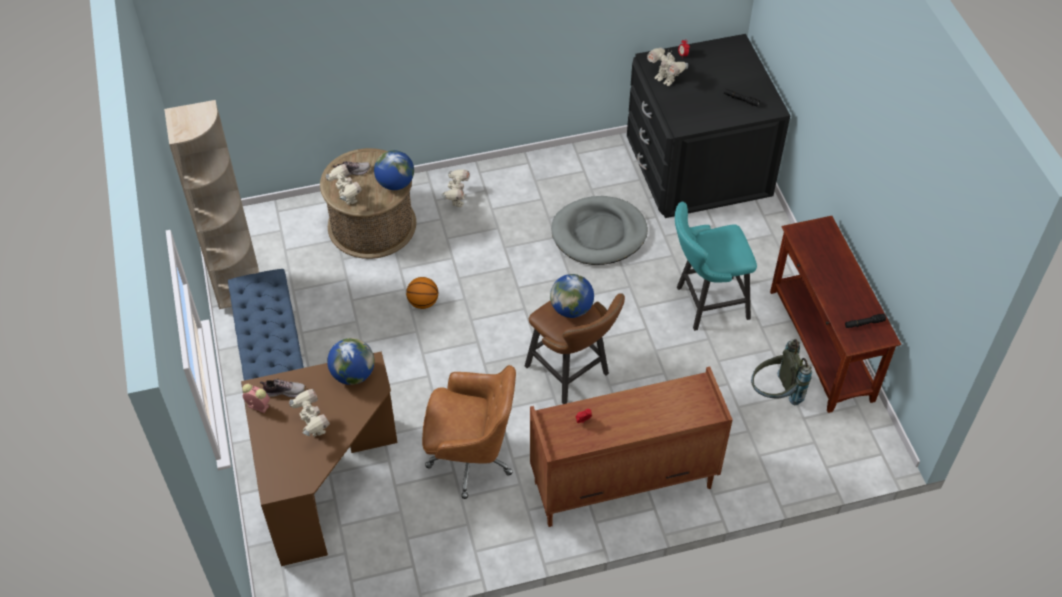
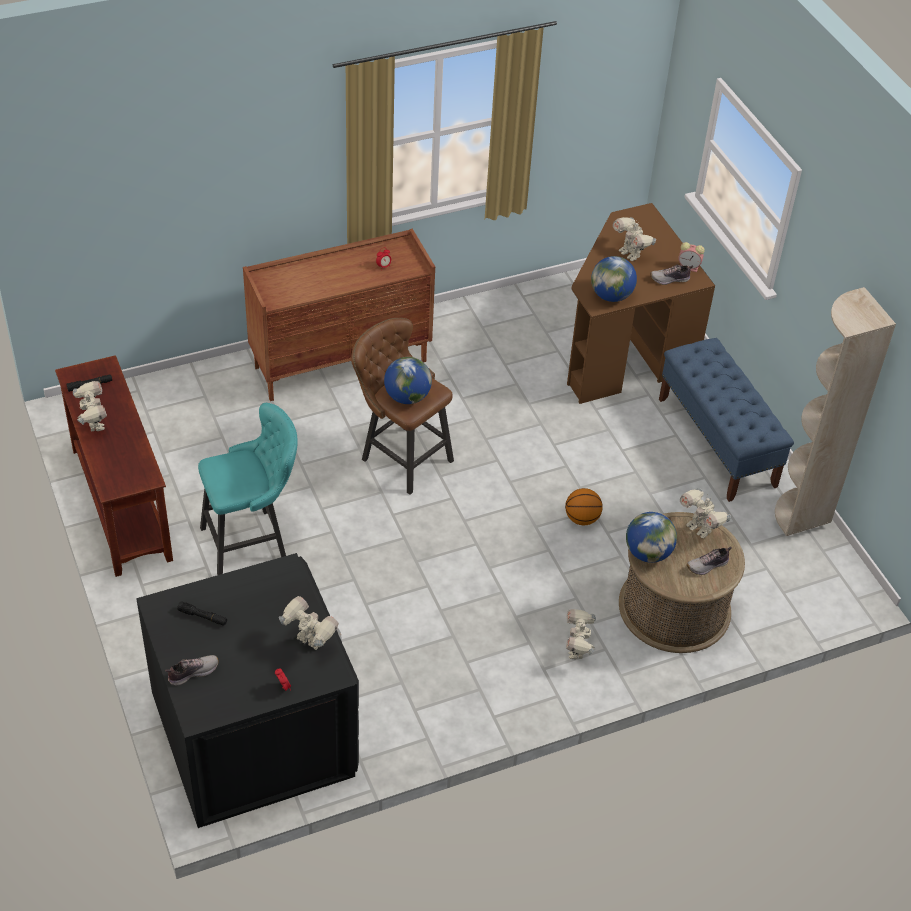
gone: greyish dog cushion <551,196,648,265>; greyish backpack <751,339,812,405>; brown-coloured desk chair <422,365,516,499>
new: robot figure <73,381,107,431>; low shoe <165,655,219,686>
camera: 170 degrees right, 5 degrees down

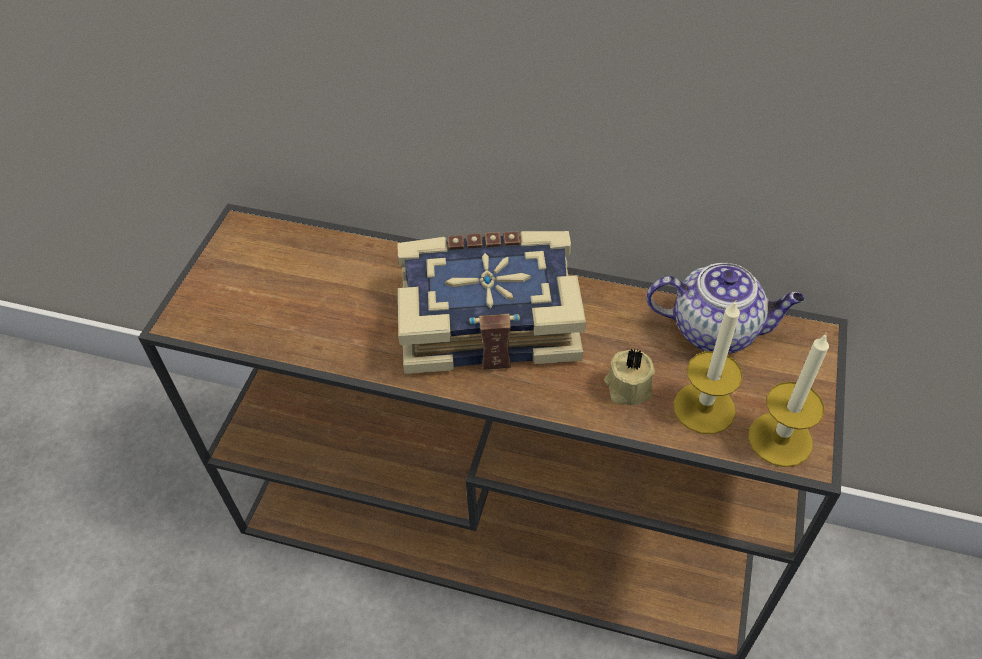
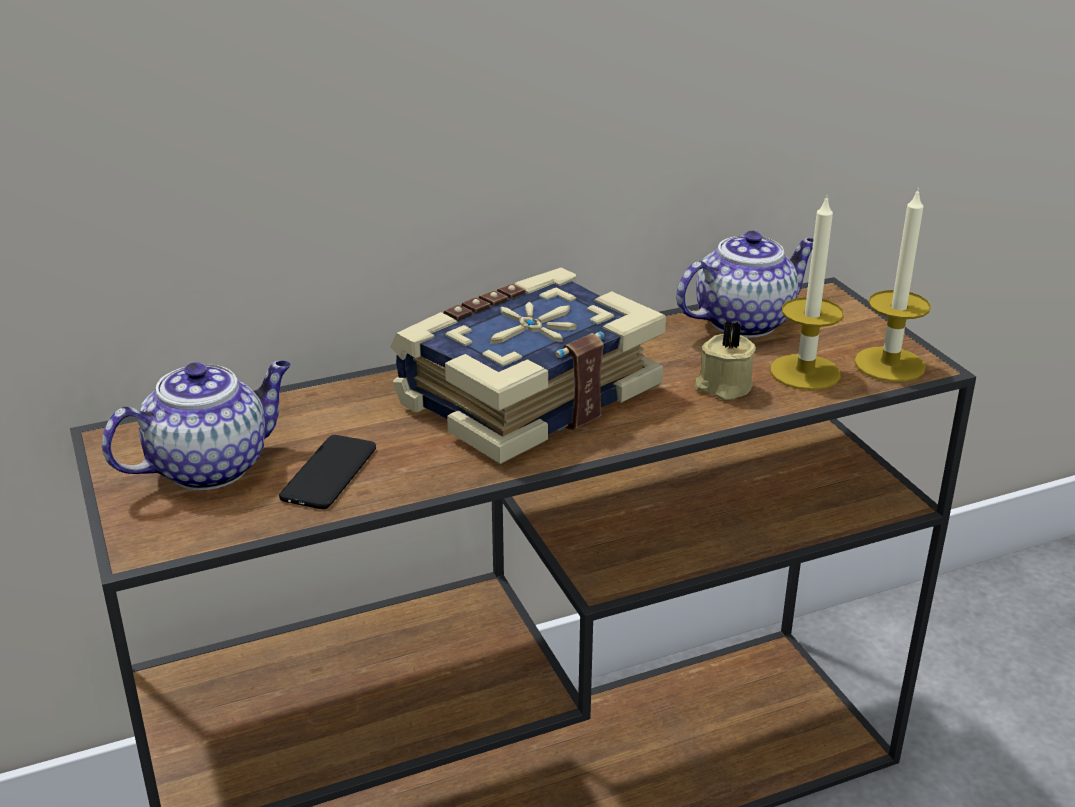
new: tea pot <102,361,291,490>; phone <279,435,376,509>
camera: 40 degrees left, 20 degrees down

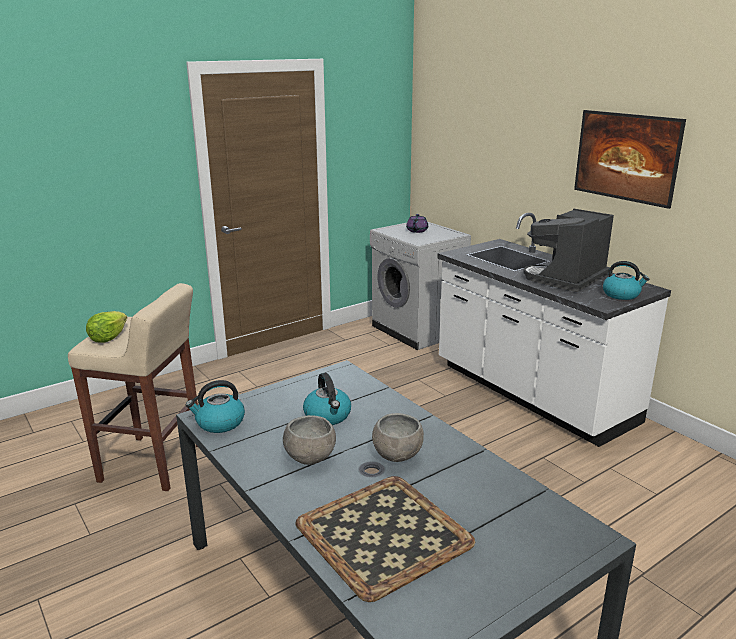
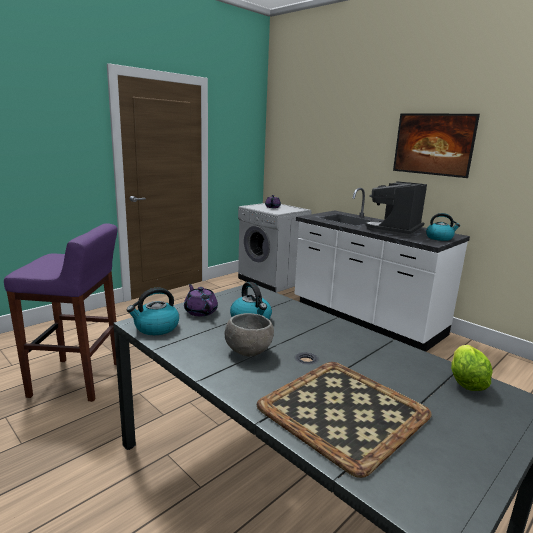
gone: greyish deep dish <372,413,424,462>
new: purple-coloured tea pot <184,284,218,316>
shifted: lettuce <86,311,127,342> to <451,345,493,391>
repainted: beige stool seat <68,283,198,491> to purple-coloured stool seat <4,223,118,402>
camera: 10 degrees left, 5 degrees down

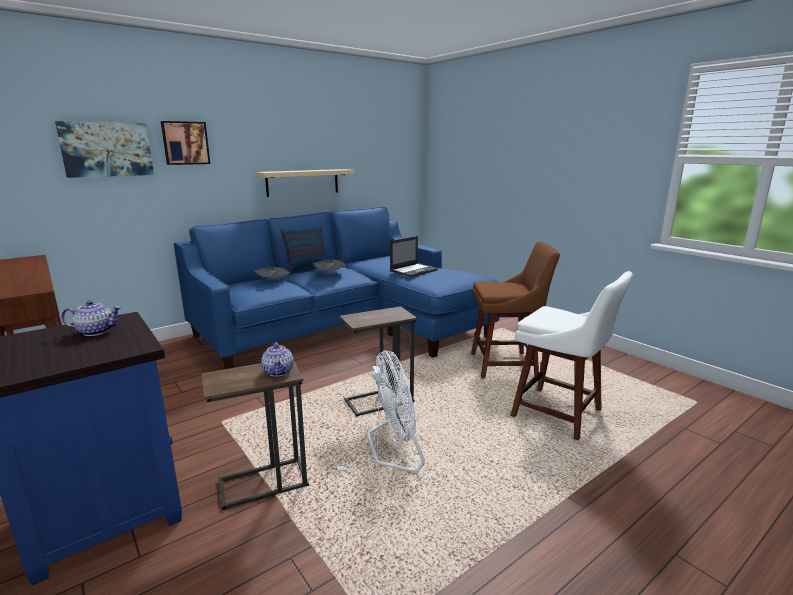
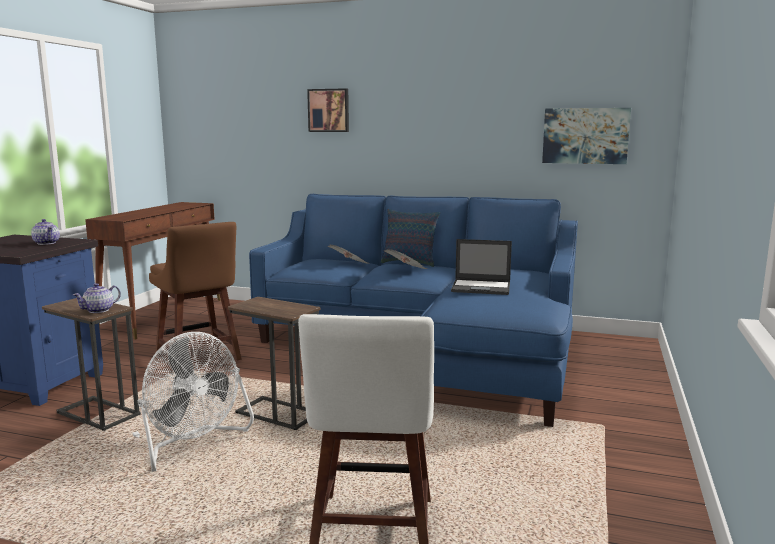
gone: beige shelf <256,169,354,197>
shifted: wall picture <55,121,154,178> to <542,108,631,164>; brown-coloured stool seat <471,241,560,378> to <149,222,242,360>
camera: 55 degrees right, 5 degrees down

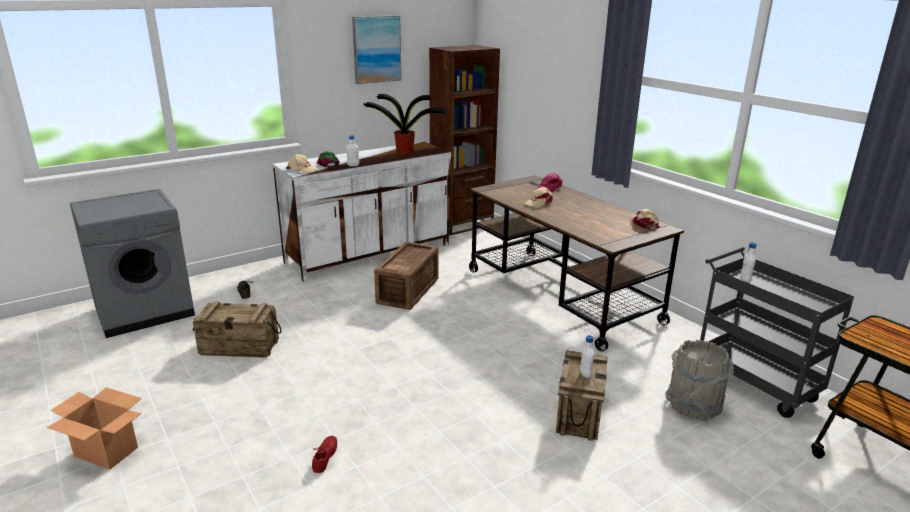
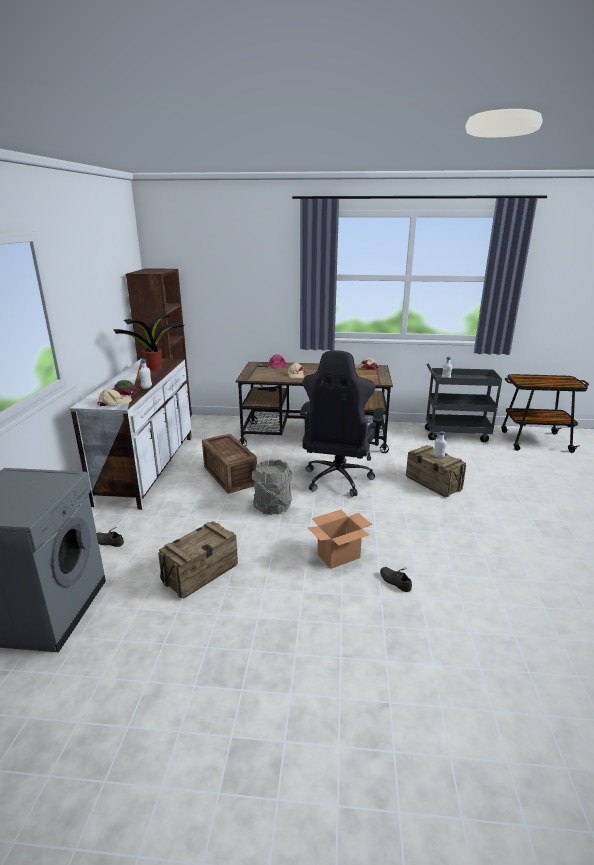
gone: wall picture <352,15,402,84>
new: black-coloured desk chair <300,350,384,497>
shifted: greyish pail <665,340,734,421> to <251,459,293,515>; carton <47,387,142,470> to <308,509,372,569>
repainted: red low shoe <312,436,337,473> to greyish low shoe <380,566,412,592>
camera: 50 degrees left, 0 degrees up

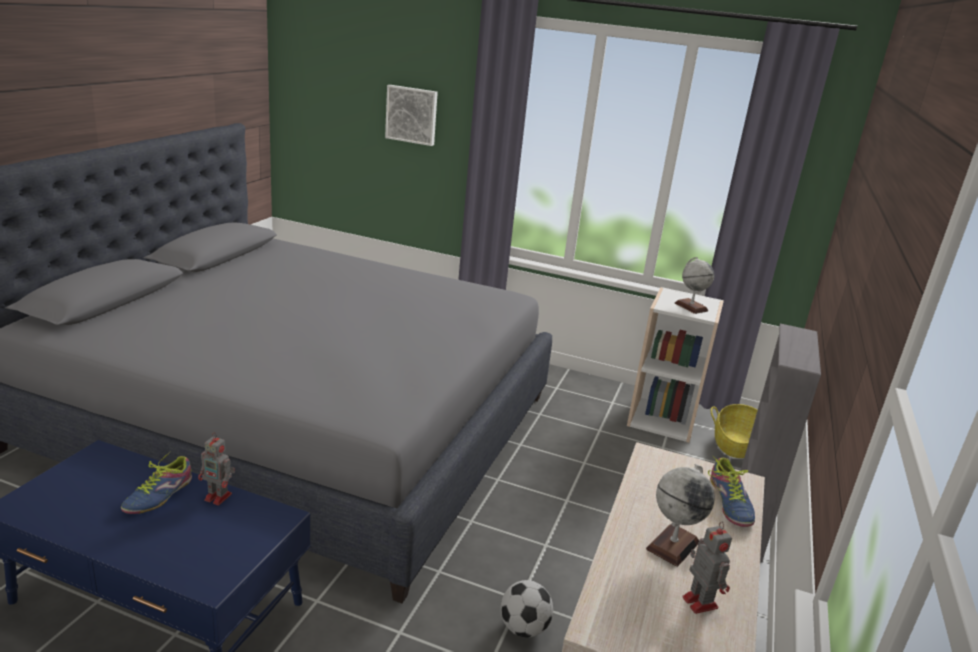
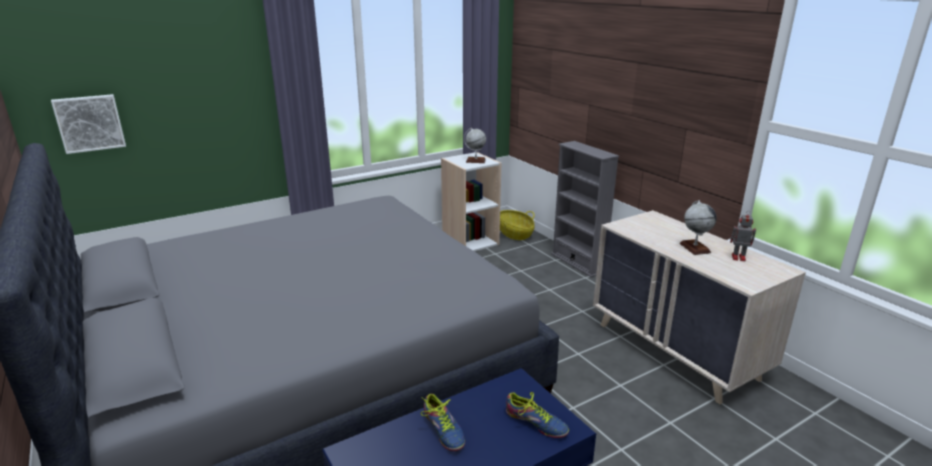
gone: robot figure <198,434,235,505>; football ball <501,580,553,637>
shifted: wall picture <385,85,438,146> to <51,94,126,154>; low shoe <708,456,755,527> to <506,392,569,438>
camera: 50 degrees left, 0 degrees up

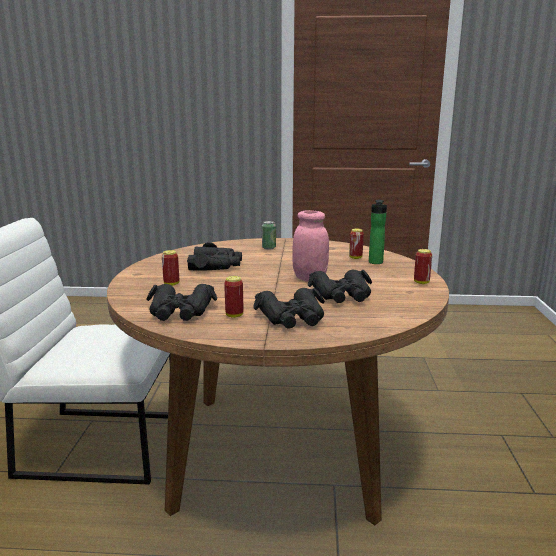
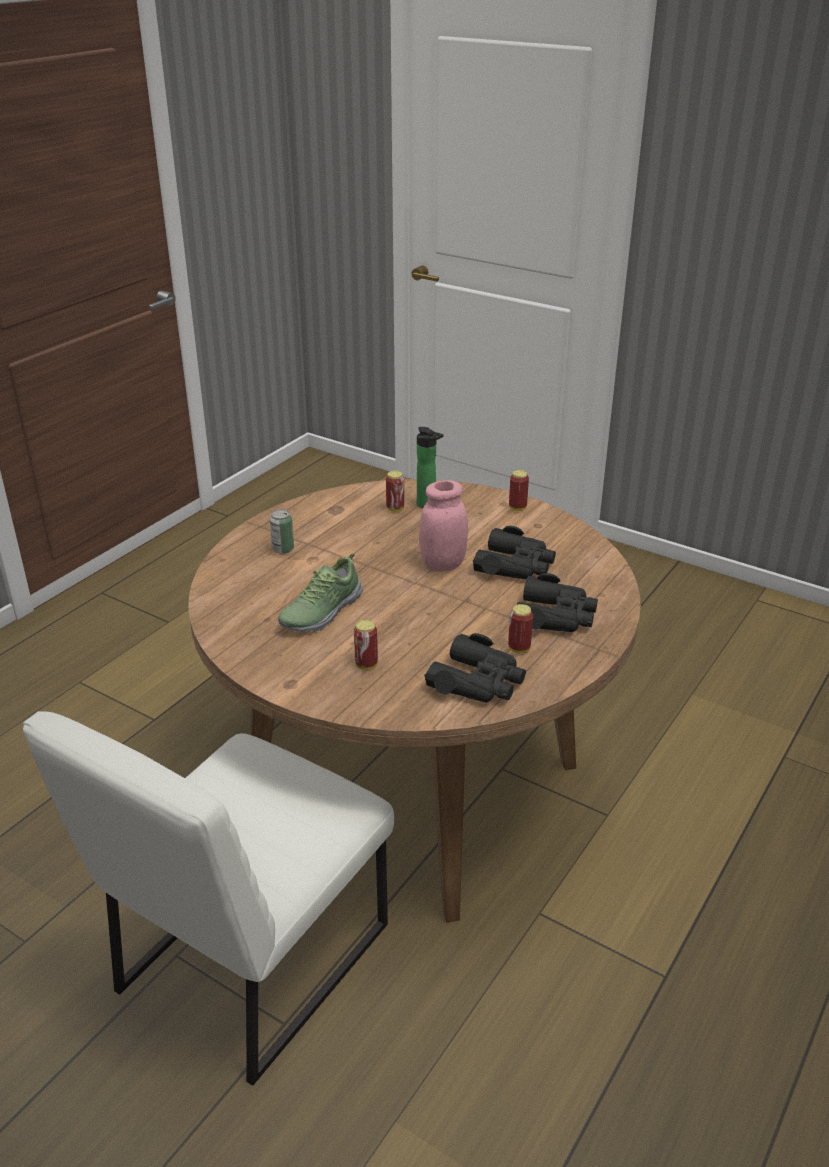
swapped: black-coloured binoculars <187,242,242,270> to low shoe <278,553,363,632>
camera: 60 degrees left, 15 degrees up

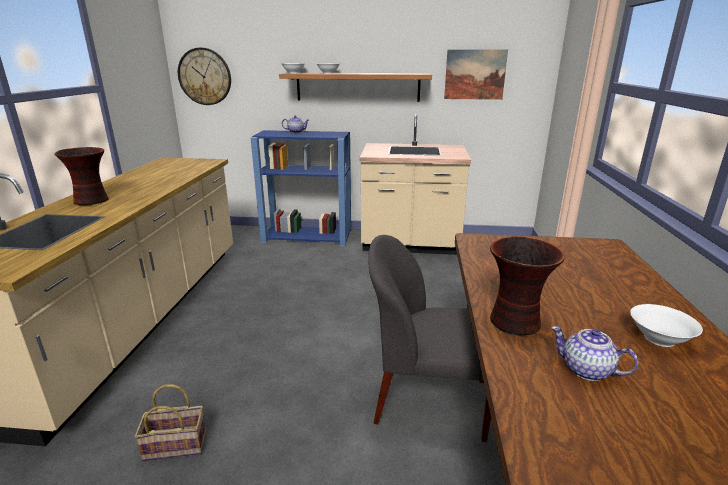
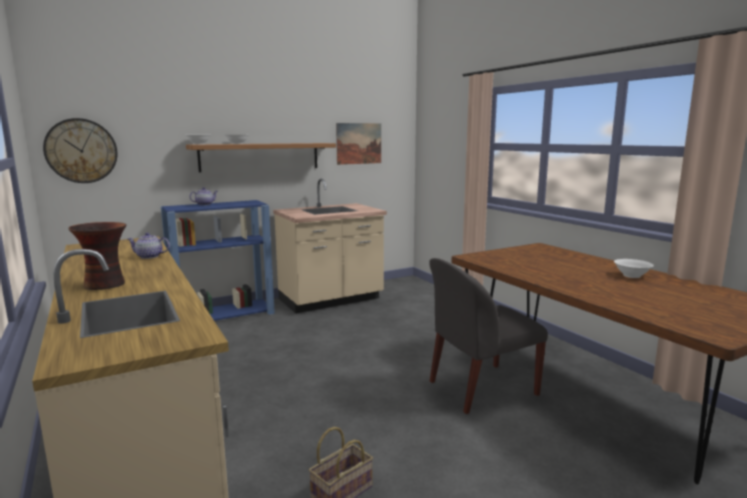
gone: vase <490,236,565,335>
shifted: tea pot <551,326,639,381> to <128,232,170,259>
camera: 35 degrees left, 10 degrees down

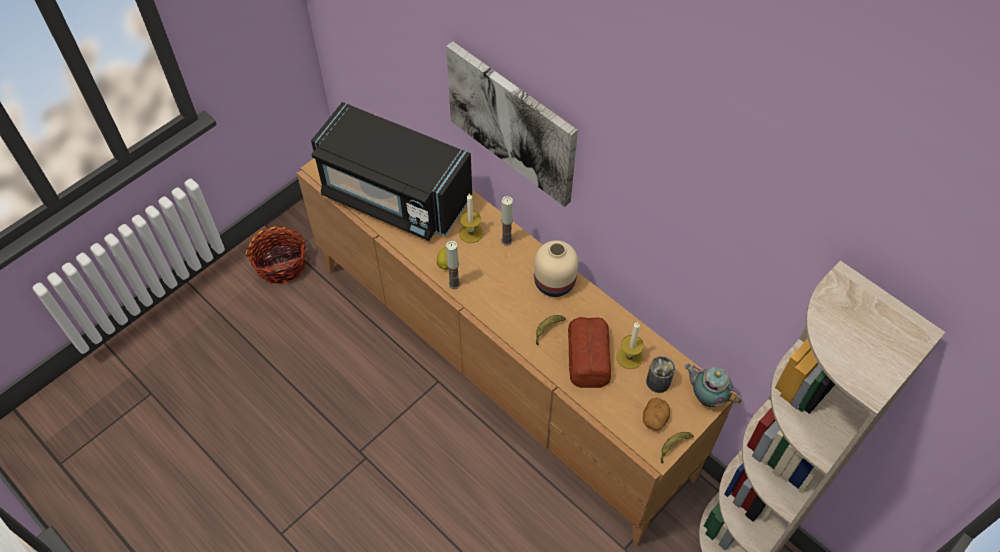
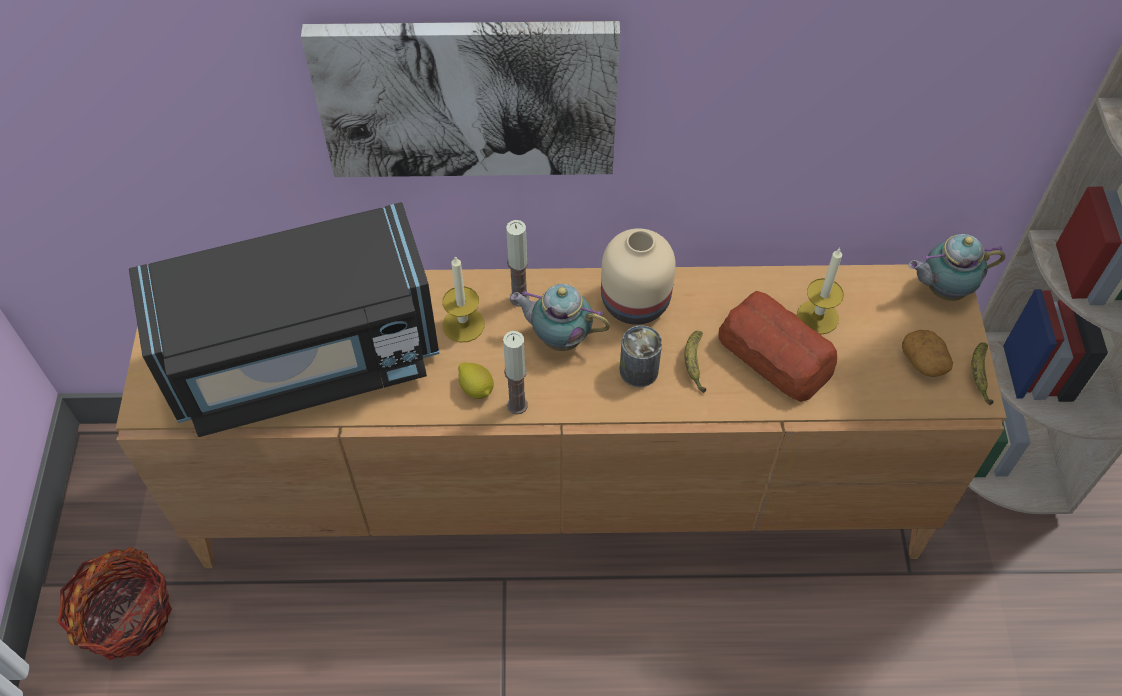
new: tea pot <511,284,610,351>
shifted: can <646,356,675,393> to <620,325,662,387>
camera: 45 degrees left, 0 degrees up

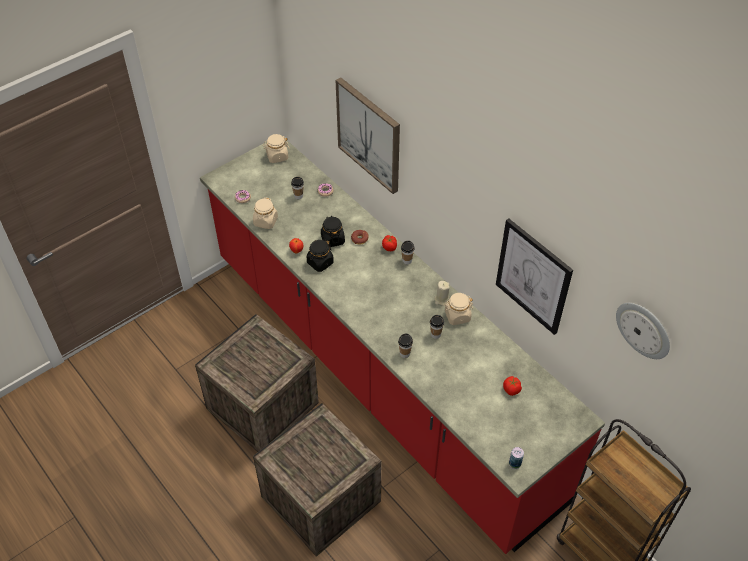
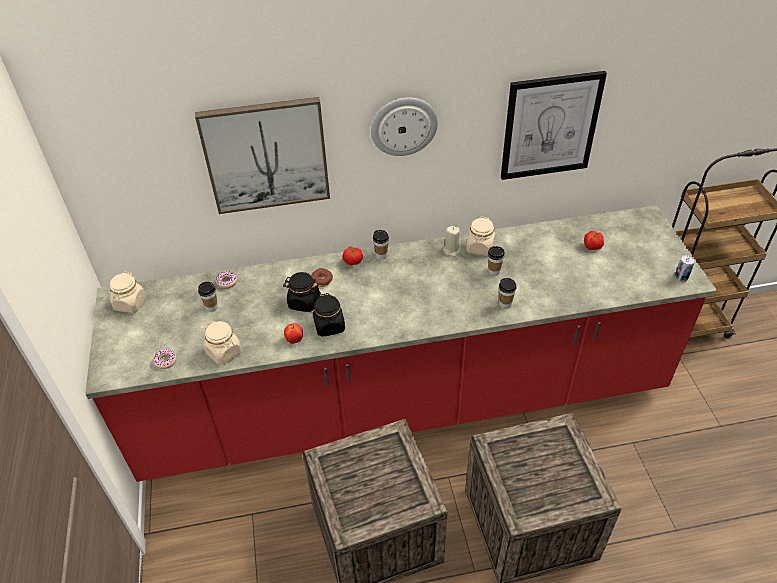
shifted: clock on the wall <616,303,670,359> to <371,97,438,156>
camera: 60 degrees left, 5 degrees down

